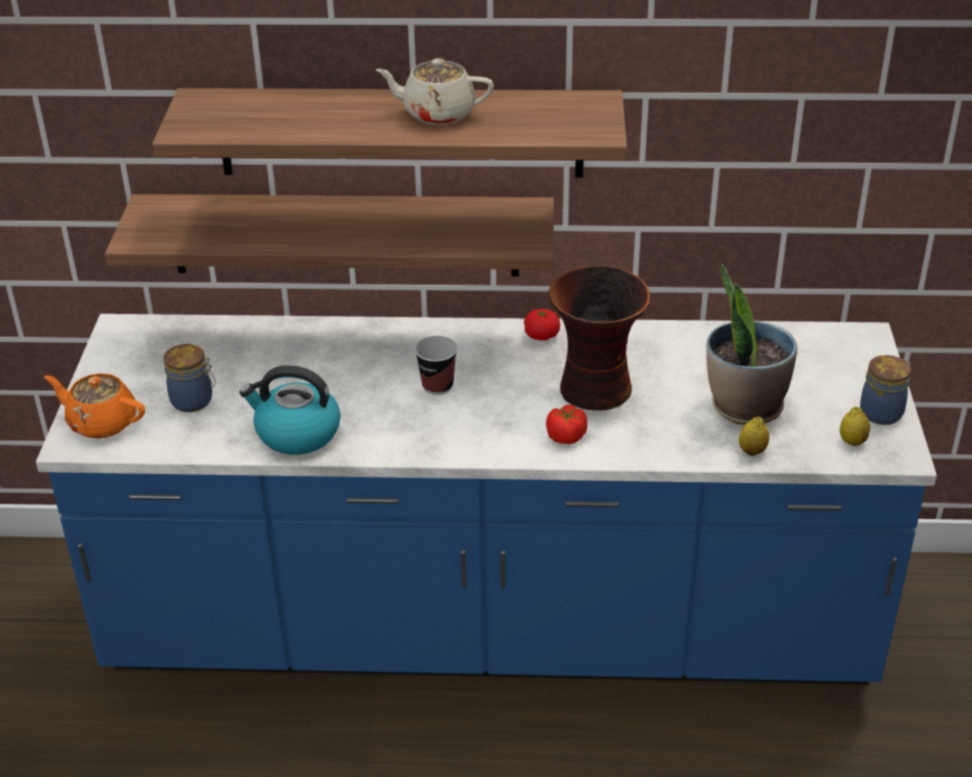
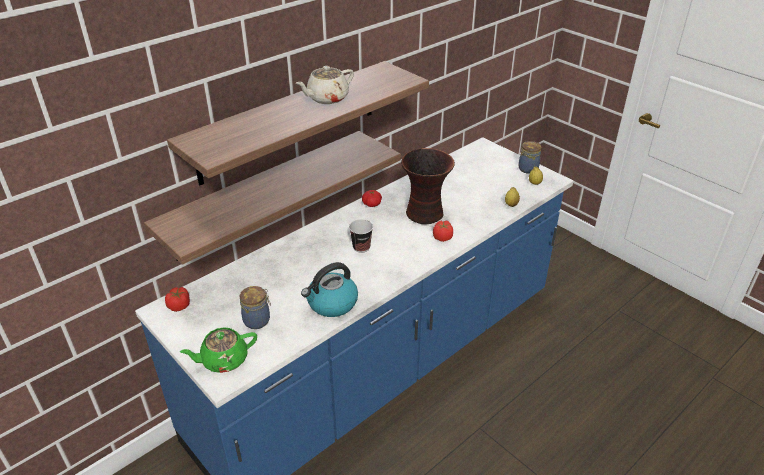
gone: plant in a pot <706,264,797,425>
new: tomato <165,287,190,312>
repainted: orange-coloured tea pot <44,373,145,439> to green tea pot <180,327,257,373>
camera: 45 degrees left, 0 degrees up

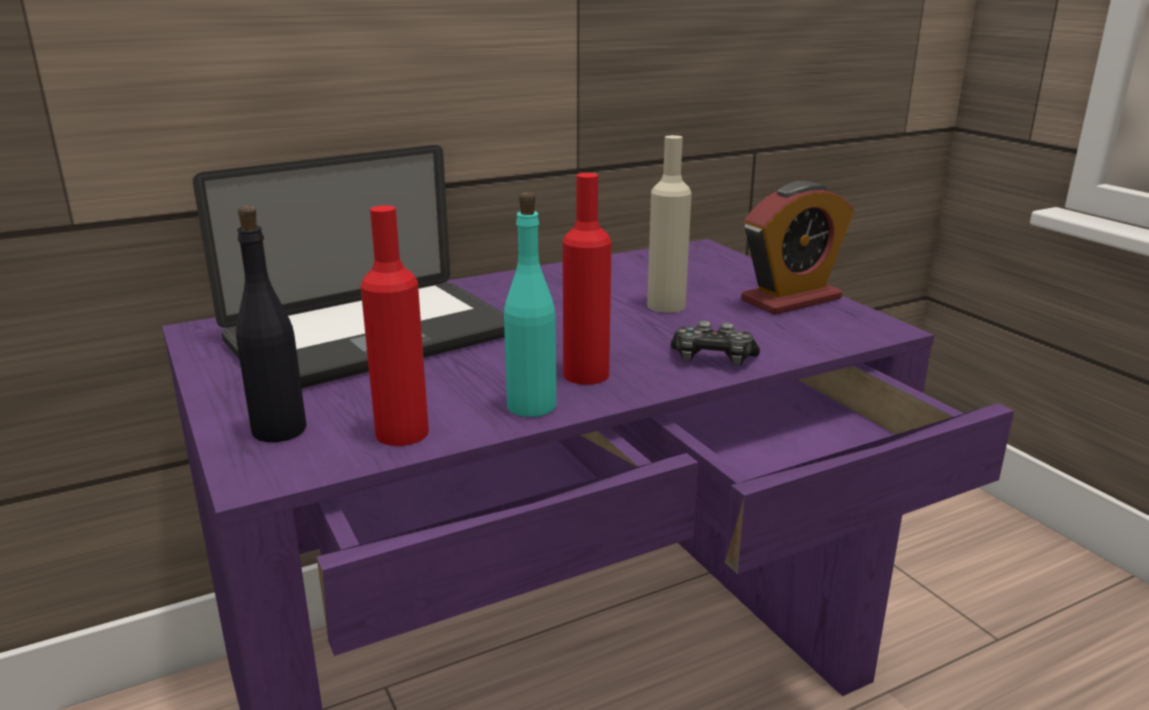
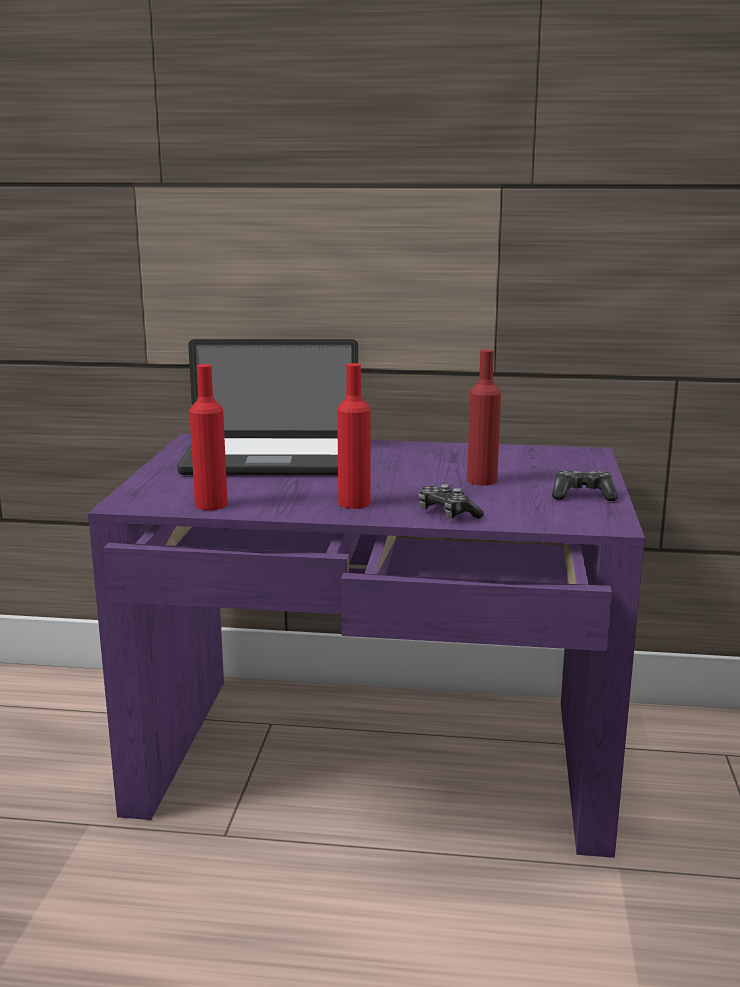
gone: turquoise-coloured beverage bottle <504,192,556,417>; black-coloured beverage bottle <236,206,307,442>
swapped: table clock <741,181,854,315> to gamepad <552,470,618,501>
repainted: beige beverage bottle <647,135,692,313> to red beverage bottle <467,349,501,486>
camera: 35 degrees right, 5 degrees down

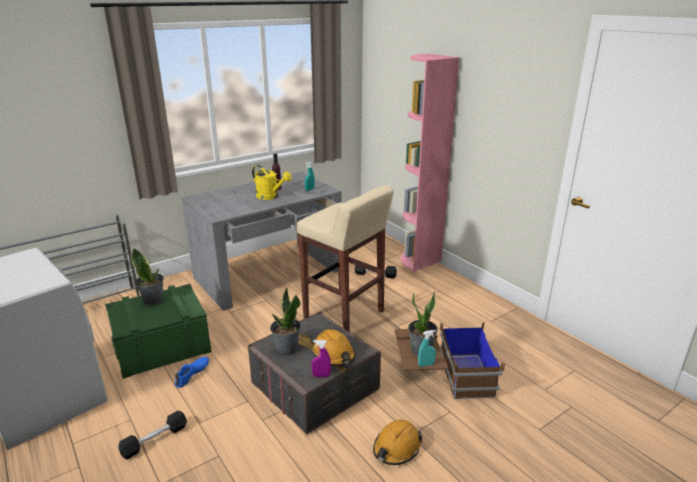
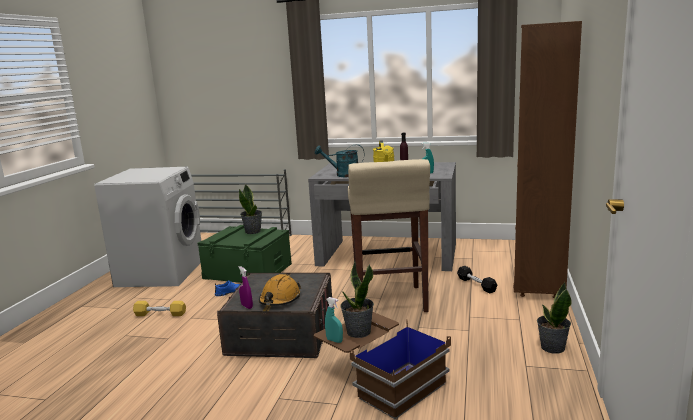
gone: orange-coloured work helmet <373,420,422,465>
new: turquoise-coloured watering pot <315,144,365,177>
shifted: plant in a pot <270,287,301,355> to <537,282,572,354>
repainted: pink-coloured bookcase <400,53,459,273> to brown-coloured bookcase <513,21,582,298>; black-coloured free weight <118,411,187,459> to yellow free weight <133,301,186,316>
camera: 50 degrees right, 10 degrees down

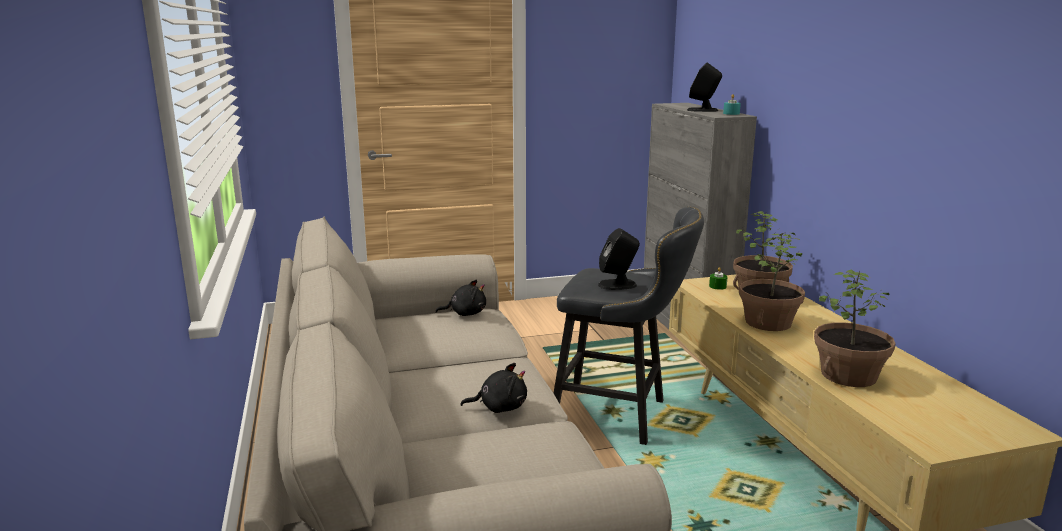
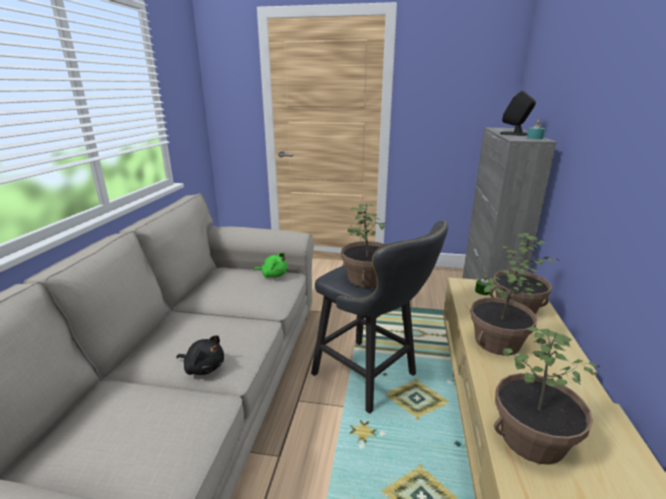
swapped: black-coloured speaker <598,228,640,290> to plant in a pot <341,204,386,288>
repainted: black-coloured cuddly toy <435,280,486,316> to green cuddly toy <253,252,288,278>
camera: 25 degrees right, 5 degrees up

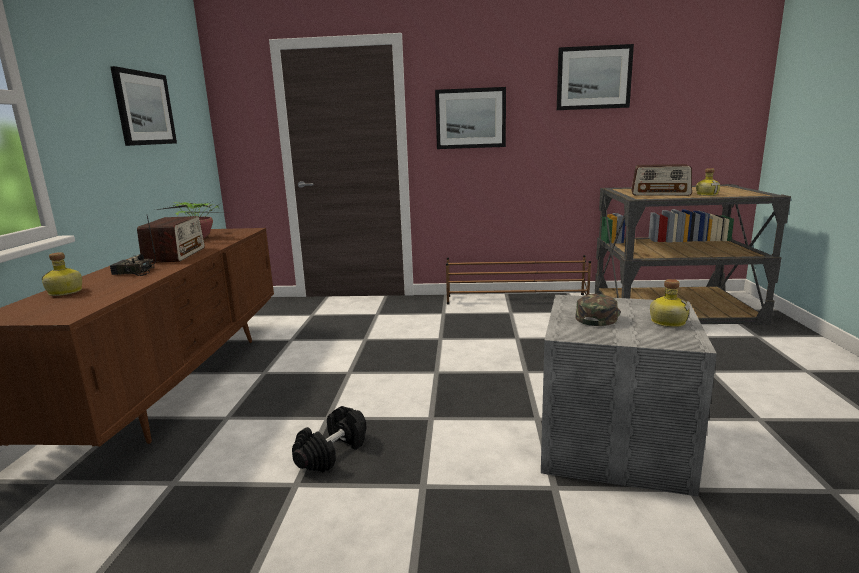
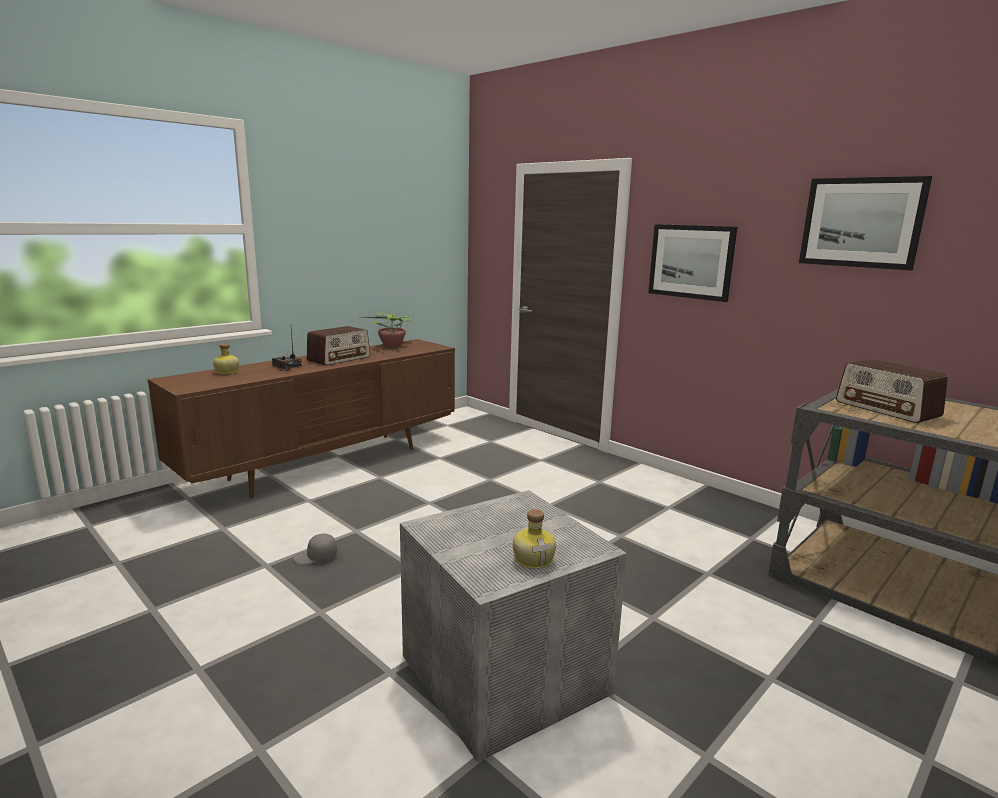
gone: wall picture <110,66,177,146>; beverage bottle <696,168,720,196>; brown-coloured shoe shelf <446,255,591,305>; green cap <575,294,621,326>
swapped: black-coloured free weight <292,406,367,472> to greyish cap <293,534,337,565>
camera: 40 degrees right, 0 degrees up

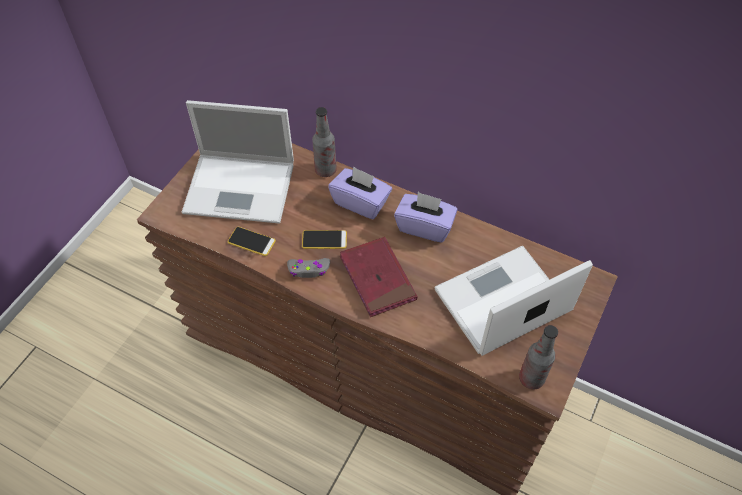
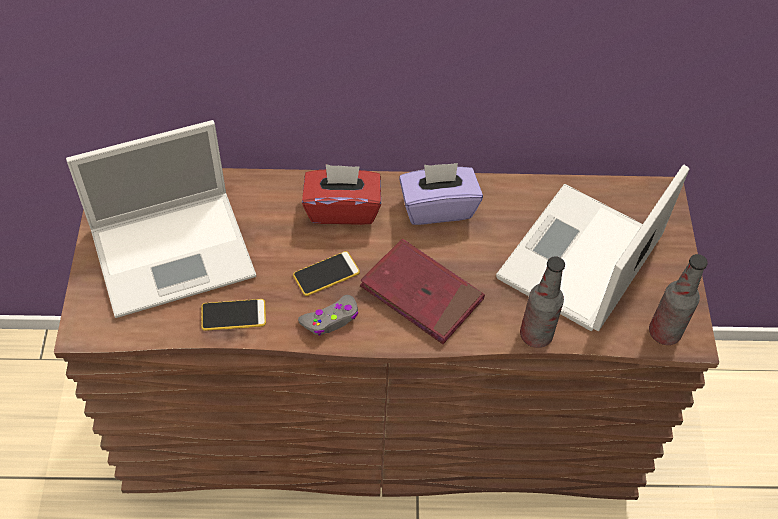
shifted: beverage bottle <312,107,337,177> to <520,256,565,348>
repainted: purple-coloured tissue holder <328,166,392,219> to red tissue holder <302,164,381,225>
camera: 30 degrees left, 0 degrees up

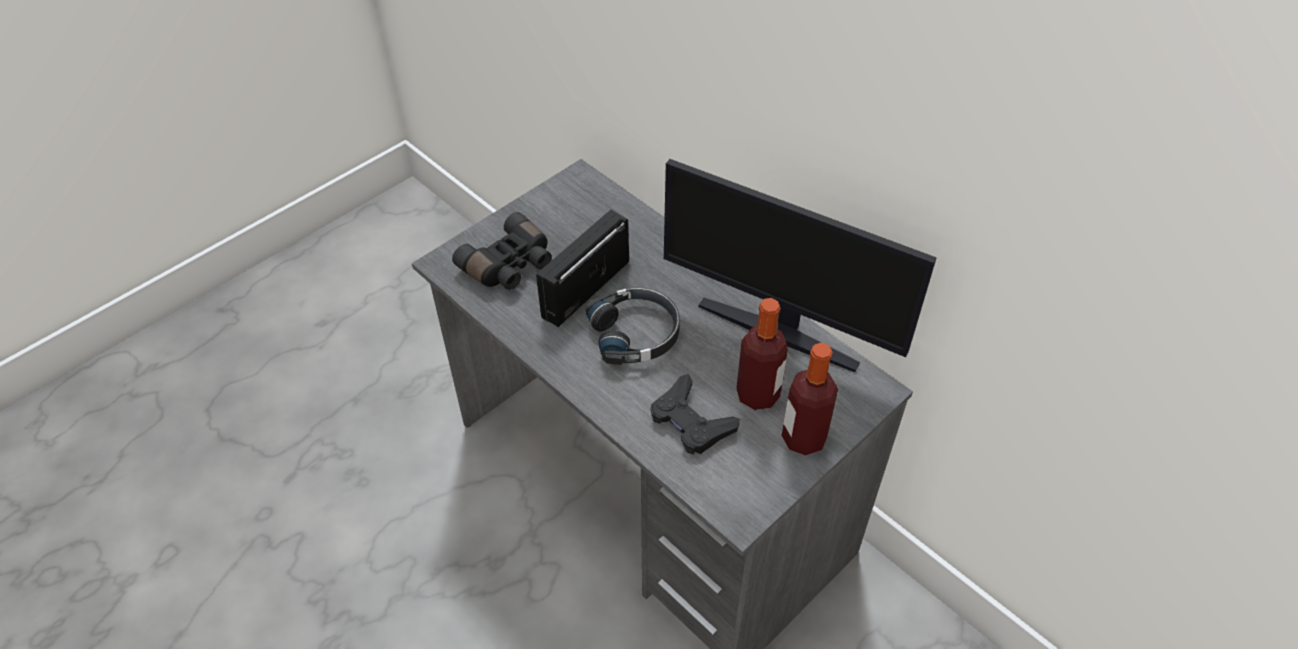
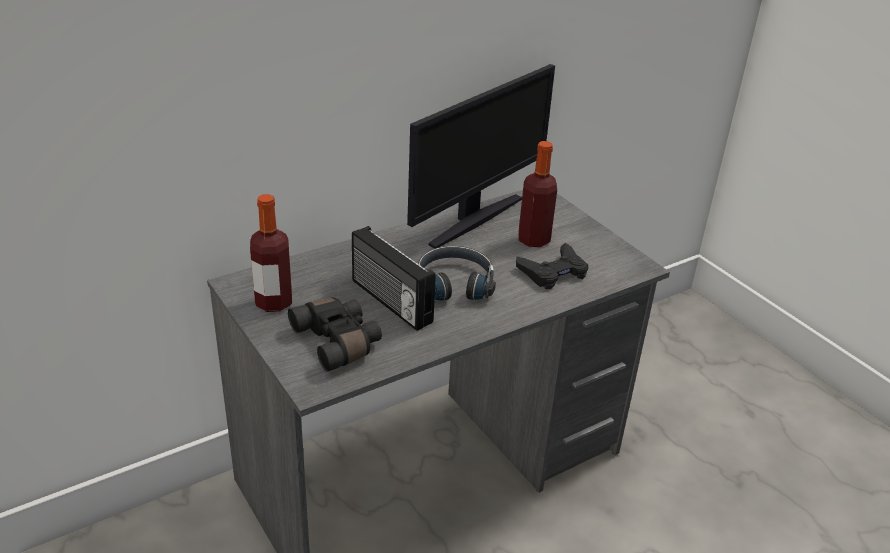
shifted: beverage bottle <782,343,838,456> to <250,194,292,312>
camera: 80 degrees left, 15 degrees down

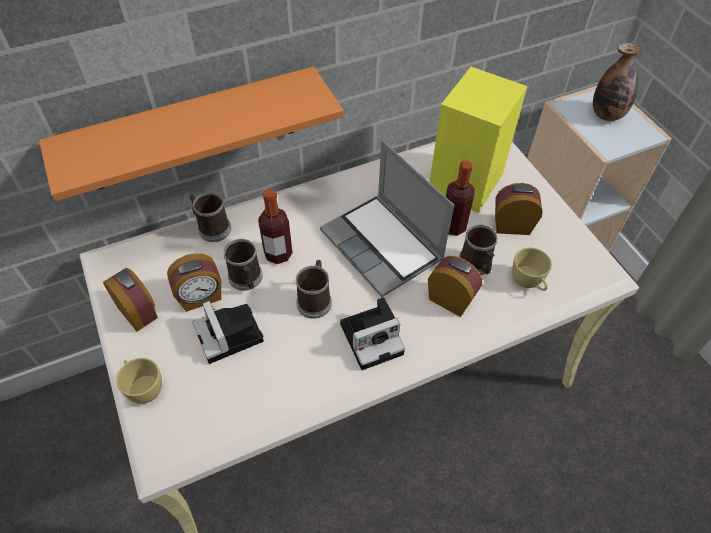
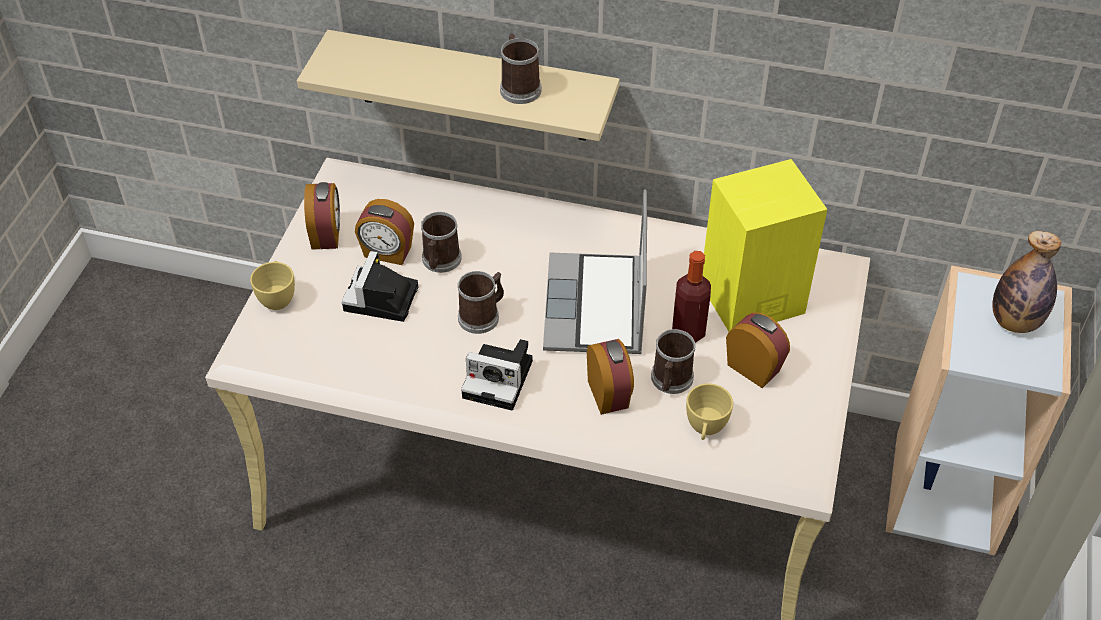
gone: beverage bottle <258,189,293,264>
shifted: mug <190,192,231,242> to <500,34,541,104>
repainted: orange-coloured shelf <39,66,343,201> to beige shelf <297,30,620,141>
camera: 40 degrees right, 5 degrees down

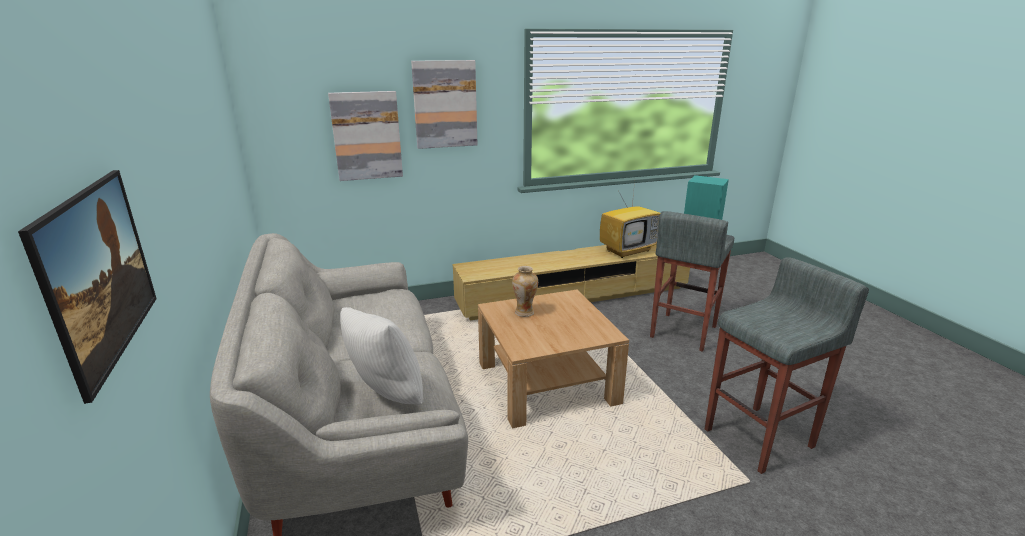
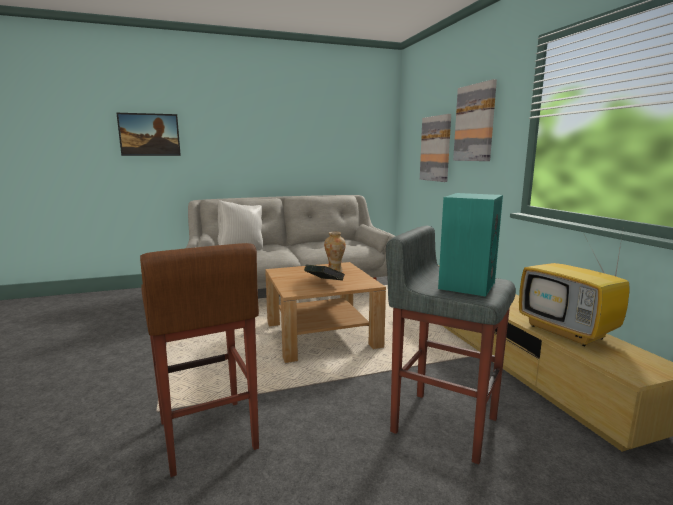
new: bound book <304,264,345,281>
repainted: greyish stool seat <705,257,869,474> to brown-coloured stool seat <140,243,259,477>
camera: 90 degrees right, 10 degrees down

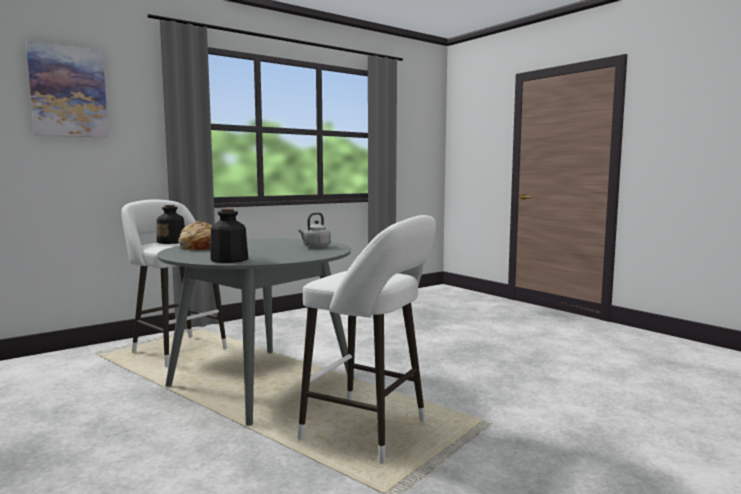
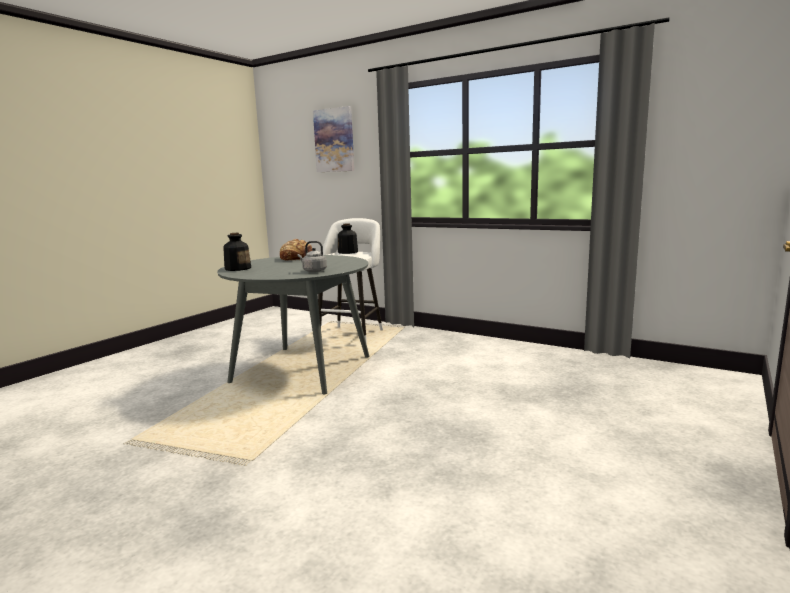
gone: whitish stool seat <298,215,436,464>
camera: 70 degrees right, 5 degrees up

